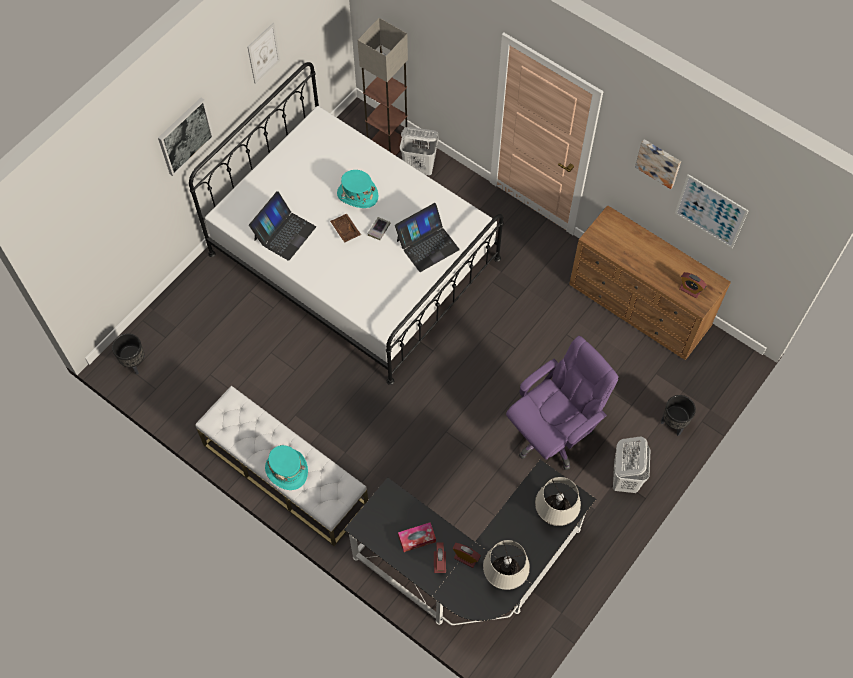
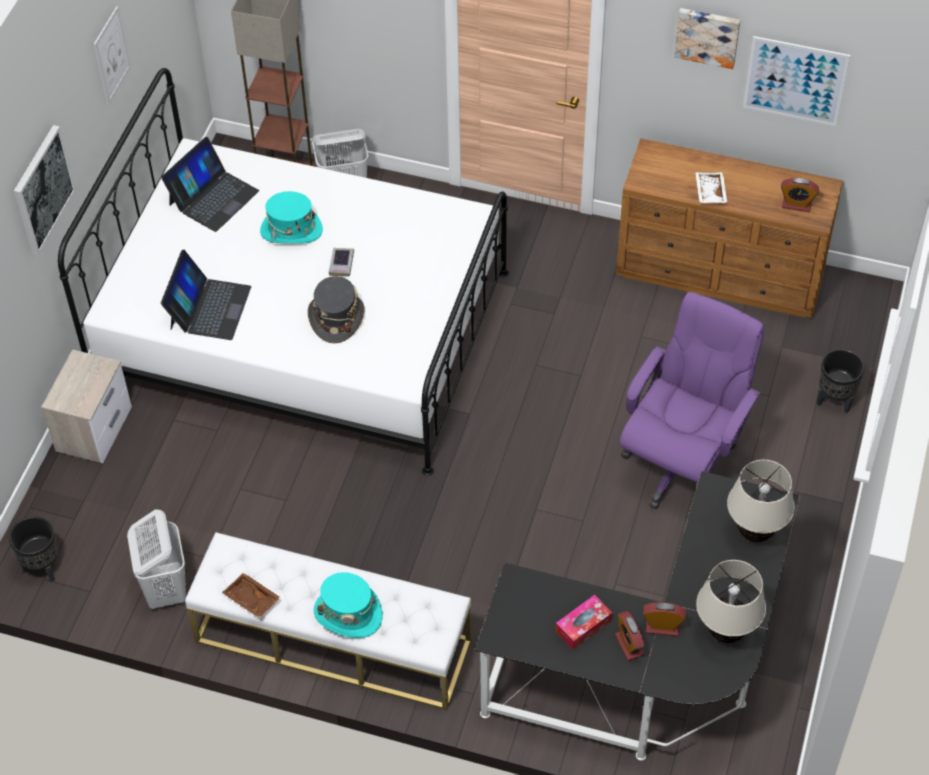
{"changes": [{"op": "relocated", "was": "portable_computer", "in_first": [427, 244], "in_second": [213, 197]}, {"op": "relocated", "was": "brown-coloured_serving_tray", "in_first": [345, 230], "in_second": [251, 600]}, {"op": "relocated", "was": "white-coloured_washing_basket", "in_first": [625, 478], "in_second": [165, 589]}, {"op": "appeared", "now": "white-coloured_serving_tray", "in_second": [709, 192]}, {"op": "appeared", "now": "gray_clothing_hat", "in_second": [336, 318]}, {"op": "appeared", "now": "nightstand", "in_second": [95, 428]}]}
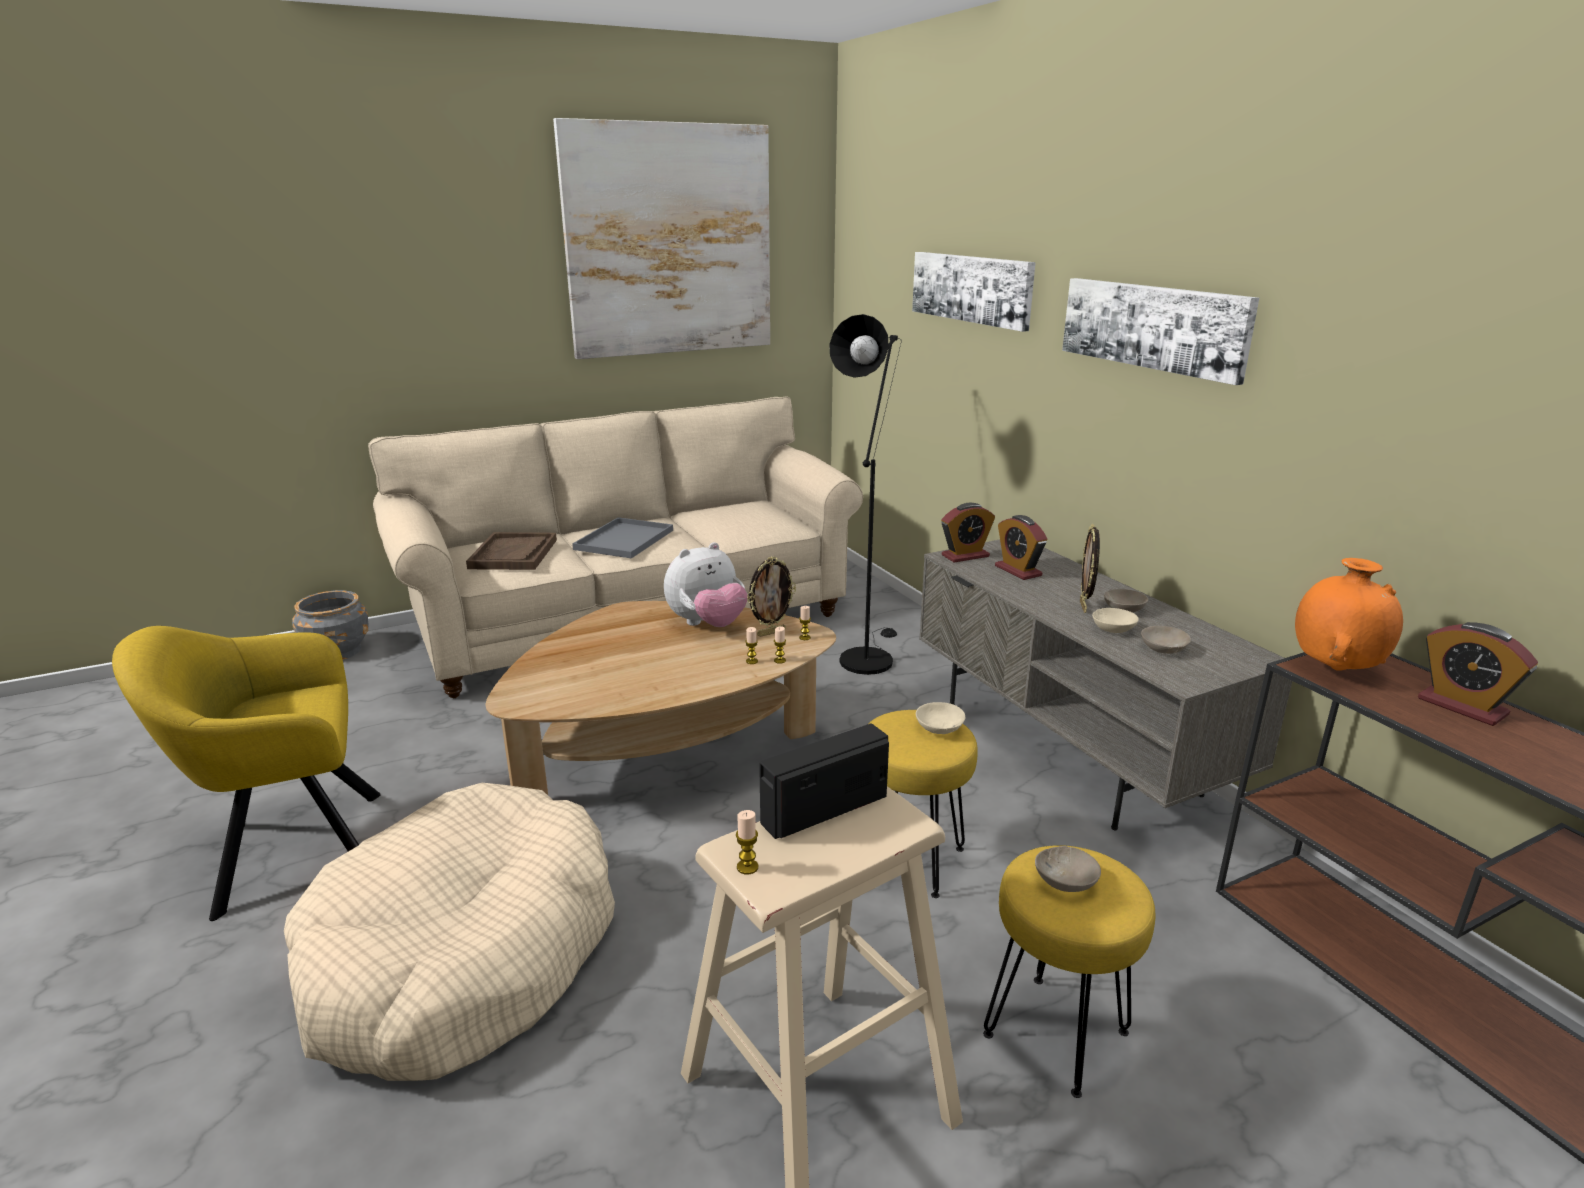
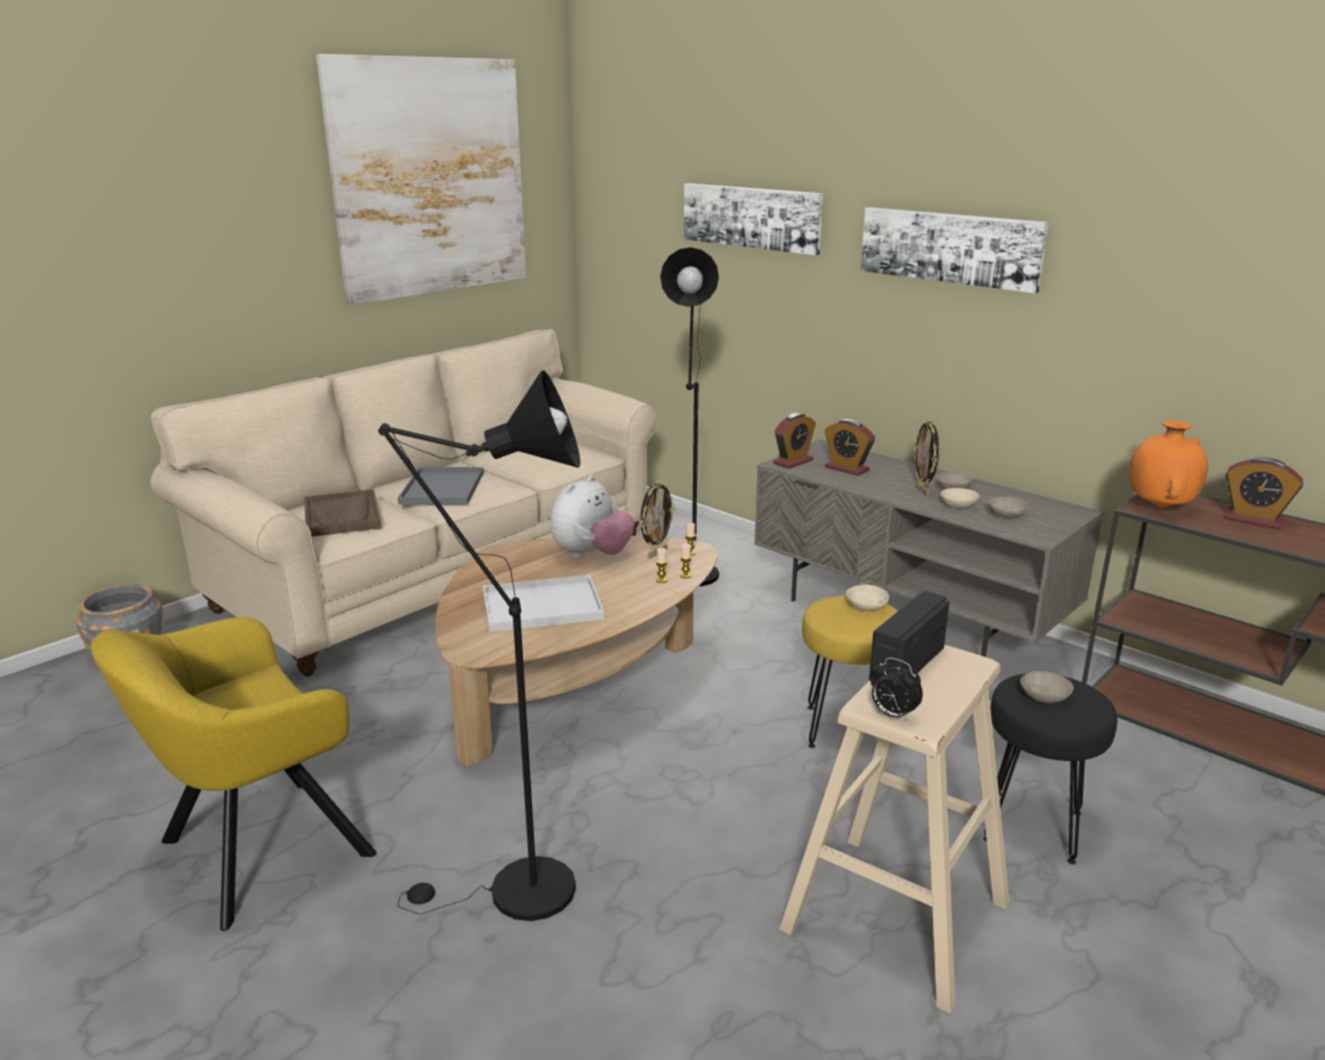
{"changes": [{"op": "exchanged", "was": "beige-coloured_dog_cushion", "now": "black_floor_lamp", "in_first": [464, 955], "in_second": [515, 893]}, {"op": "exchanged", "was": "wax_candle", "now": "bedside_clock", "in_first": [747, 867], "in_second": [893, 715]}, {"op": "colour", "was": "yellowish_sitting_stool", "now": "black_sitting_stool", "in_first": [1057, 1033], "in_second": [1034, 825]}, {"op": "appeared", "now": "white-coloured_serving_tray", "in_second": [544, 605]}]}
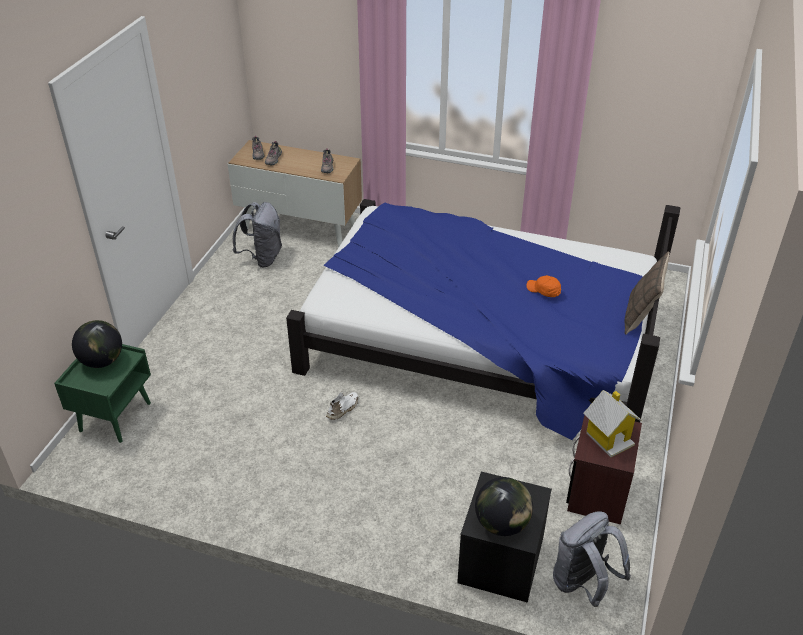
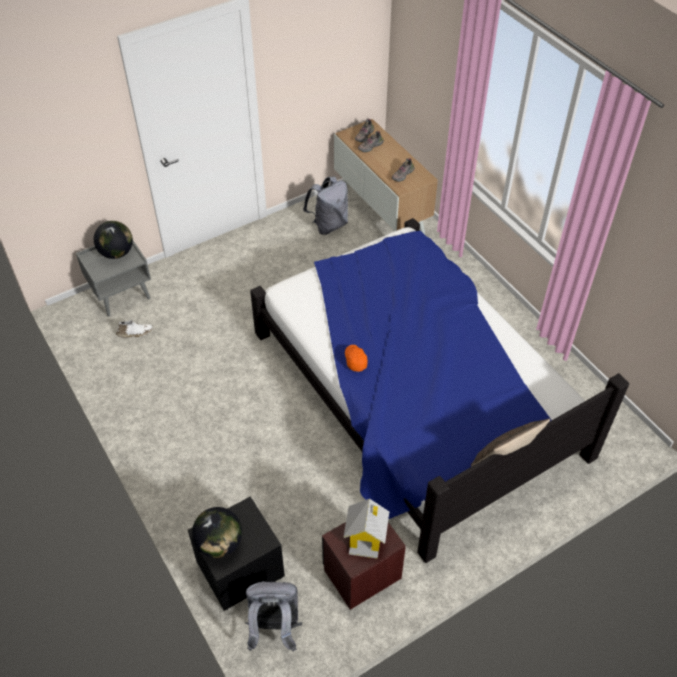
{"changes": [{"op": "relocated", "was": "orangey_baseball_cap", "in_first": [543, 291], "in_second": [355, 360]}, {"op": "colour", "was": "green_nightstand", "now": "gray_nightstand", "in_first": [115, 416], "in_second": [122, 295]}, {"op": "relocated", "was": "white-coloured_item_of_footwear", "in_first": [343, 409], "in_second": [135, 333]}]}
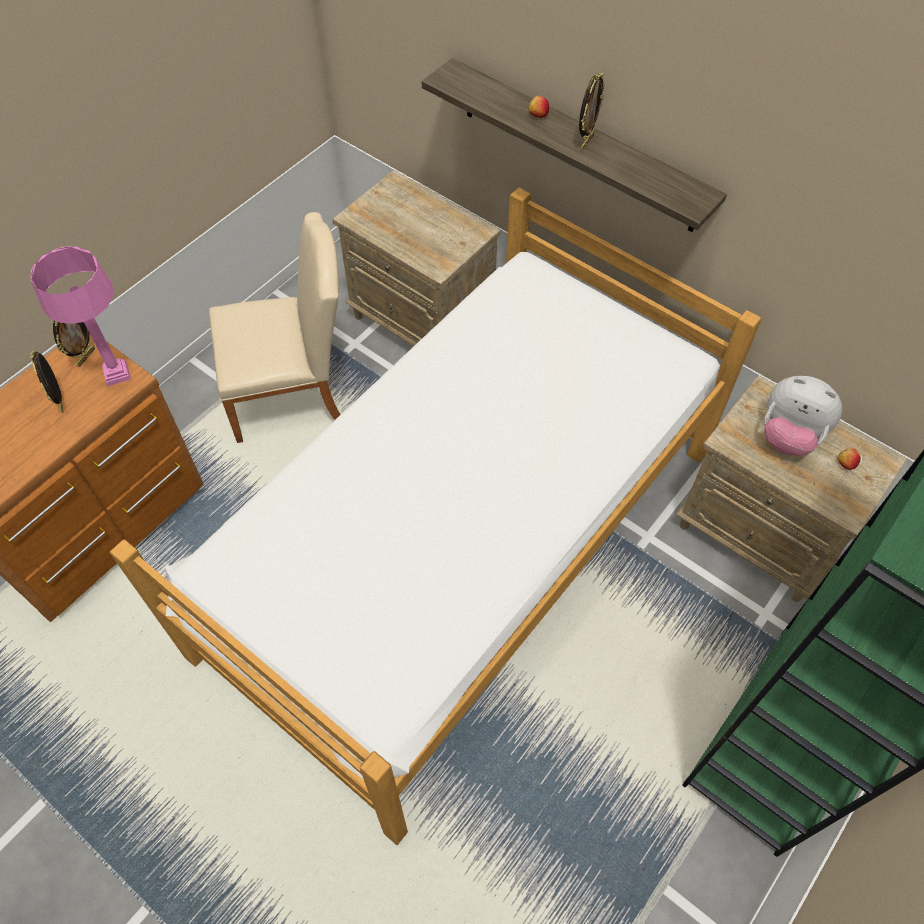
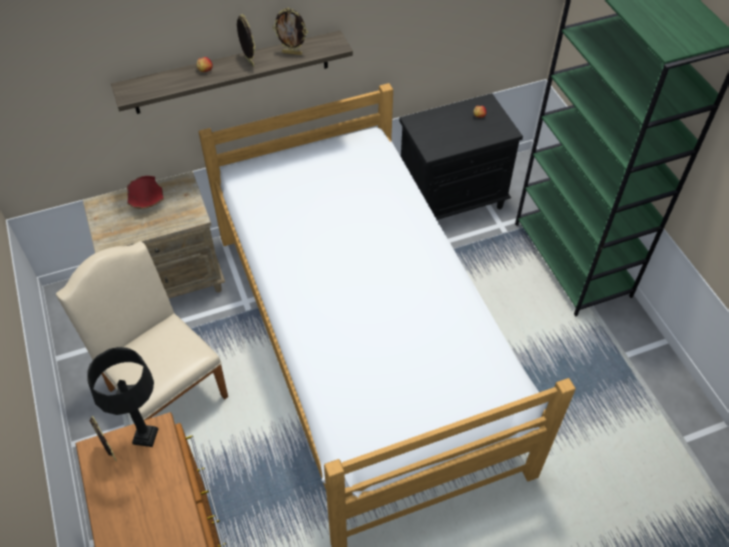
{"changes": [{"op": "spun", "was": "beige-coloured_upright_chair", "in_first": [294, 392], "in_second": [163, 387], "clockwise": -60}, {"op": "colour", "was": "pink_tabletop_lamp", "now": "black_tabletop_lamp", "in_first": [117, 374], "in_second": [145, 436]}, {"op": "relocated", "was": "standing_frame", "in_first": [62, 403], "in_second": [292, 53]}, {"op": "colour", "was": "beige-coloured_nightstand", "now": "black_nightstand", "in_first": [759, 534], "in_second": [452, 199]}, {"op": "missing", "was": "cuddly_toy", "in_first": [789, 436]}, {"op": "appeared", "now": "reddish_serving_bowl", "in_second": [146, 202]}]}
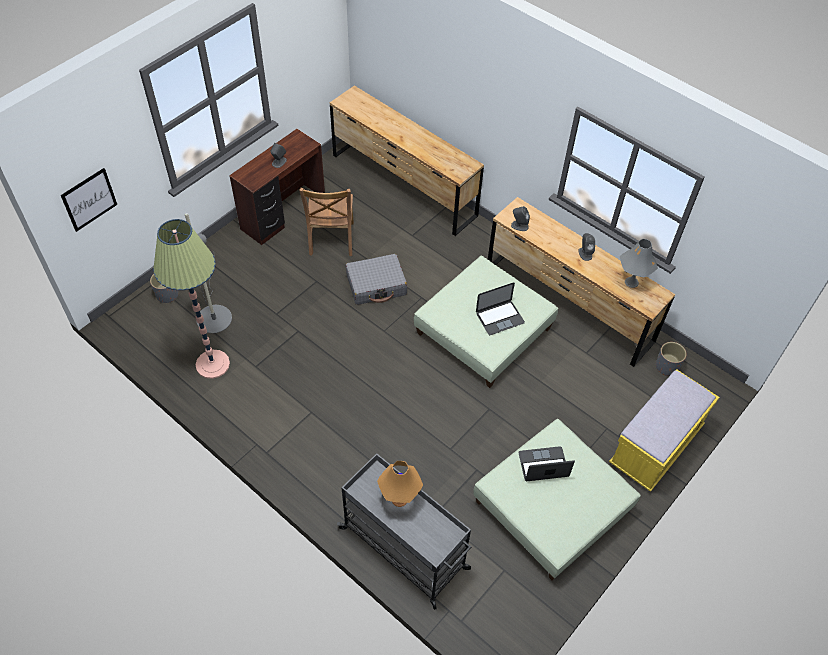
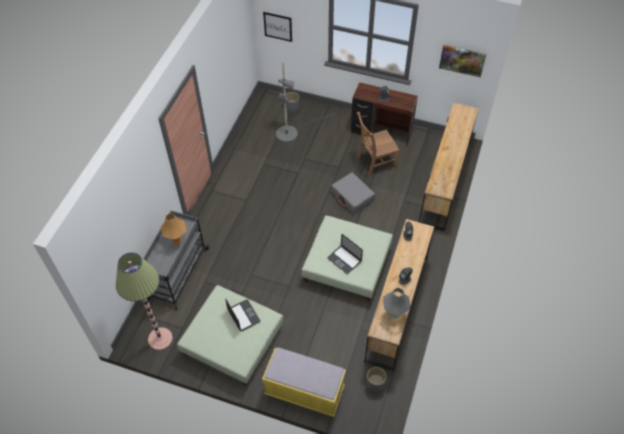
{"changes": [{"op": "relocated", "was": "floor_lamp", "in_first": [212, 364], "in_second": [160, 338]}, {"op": "appeared", "now": "wall_picture", "in_second": [462, 60]}]}
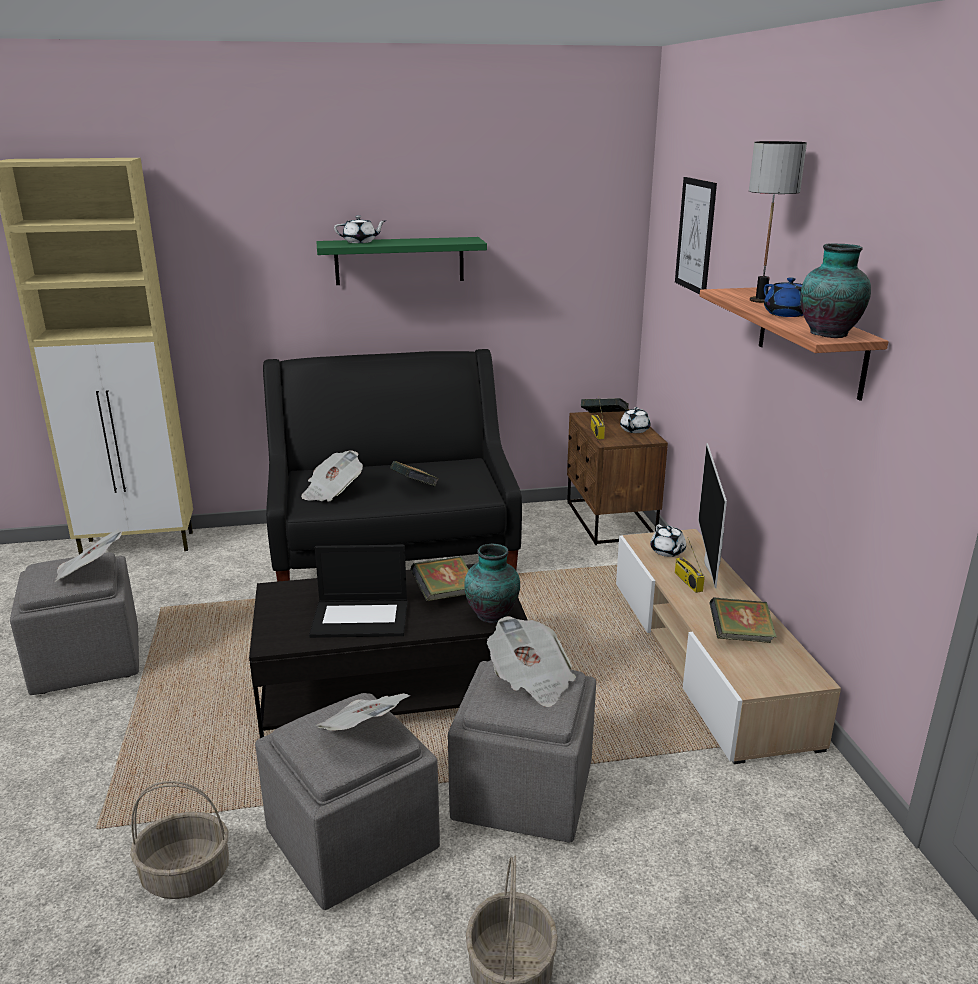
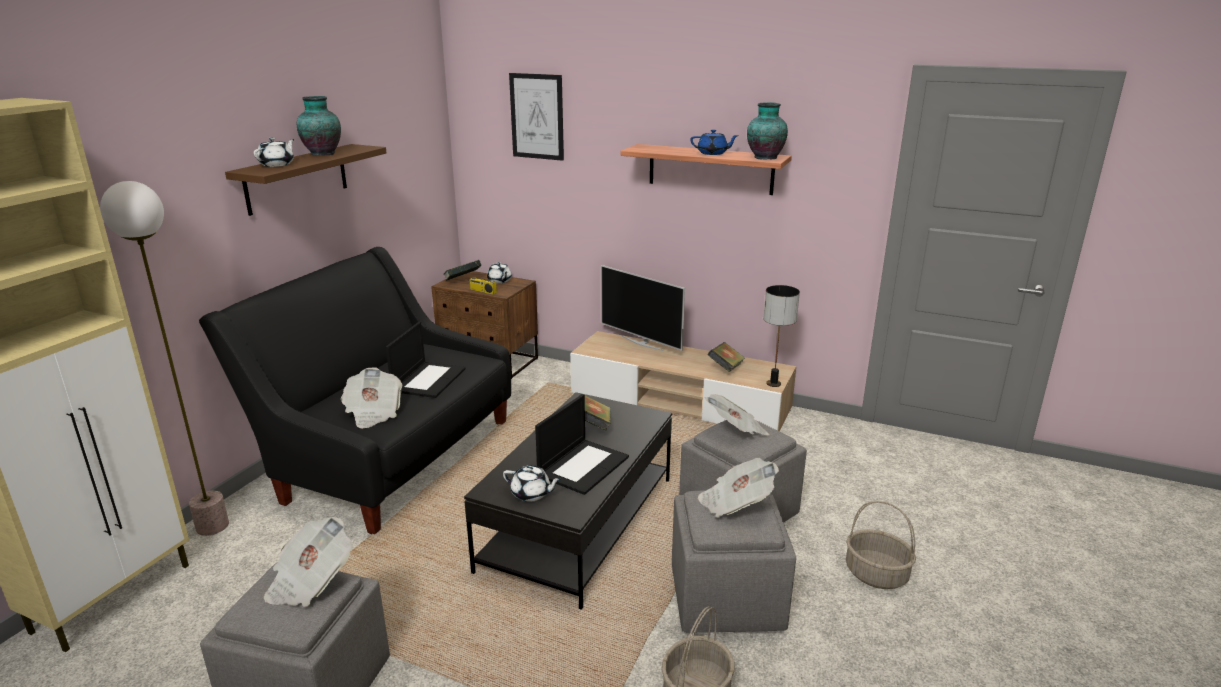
{"changes": [{"op": "relocated", "was": "tabletop_lamp", "in_first": [760, 300], "in_second": [773, 384]}, {"op": "colour", "was": "green_wall_shelf", "now": "brown-coloured_wall_shelf", "in_first": [399, 261], "in_second": [297, 178]}, {"op": "exchanged", "was": "bound_book", "now": "portable_computer", "in_first": [414, 488], "in_second": [429, 379]}, {"op": "relocated", "was": "white-coloured_pot_for_tea", "in_first": [667, 552], "in_second": [531, 494]}, {"op": "missing", "was": "radio_set", "in_first": [687, 581]}, {"op": "relocated", "was": "flower_vase", "in_first": [492, 614], "in_second": [322, 153]}, {"op": "appeared", "now": "floor_lamp", "in_second": [212, 526]}]}
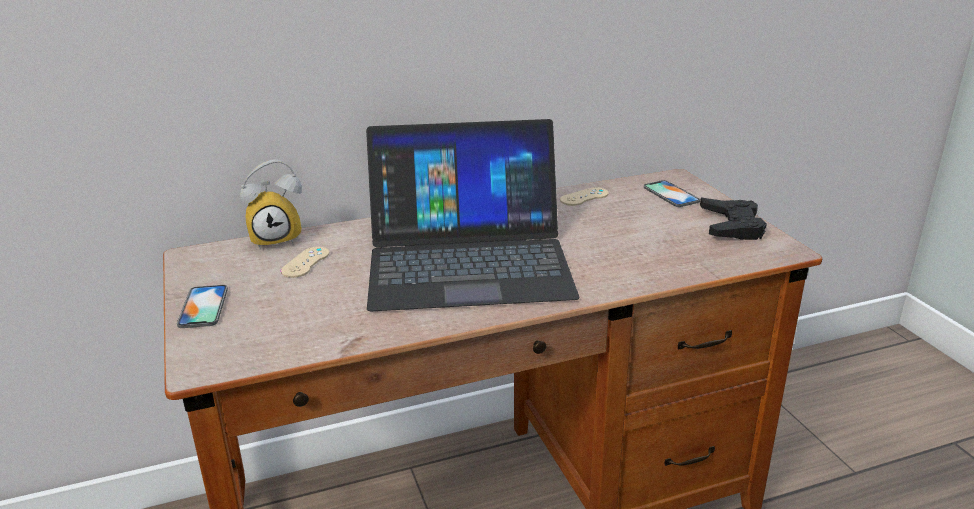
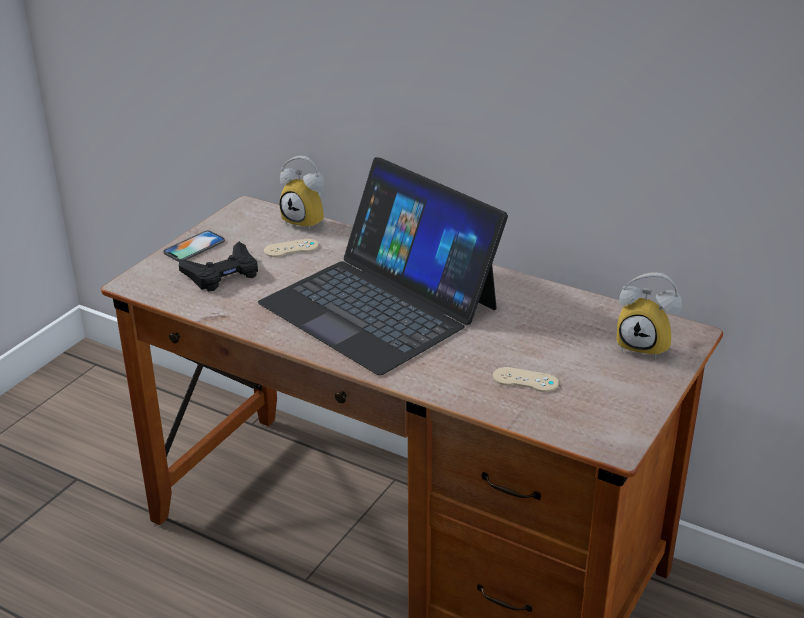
{"changes": [{"op": "exchanged", "was": "handset", "now": "bedside_clock", "in_first": [671, 194], "in_second": [646, 345]}, {"op": "relocated", "was": "beige-coloured_joypad", "in_first": [584, 197], "in_second": [525, 380]}, {"op": "relocated", "was": "black_joypad", "in_first": [731, 226], "in_second": [222, 274]}]}
